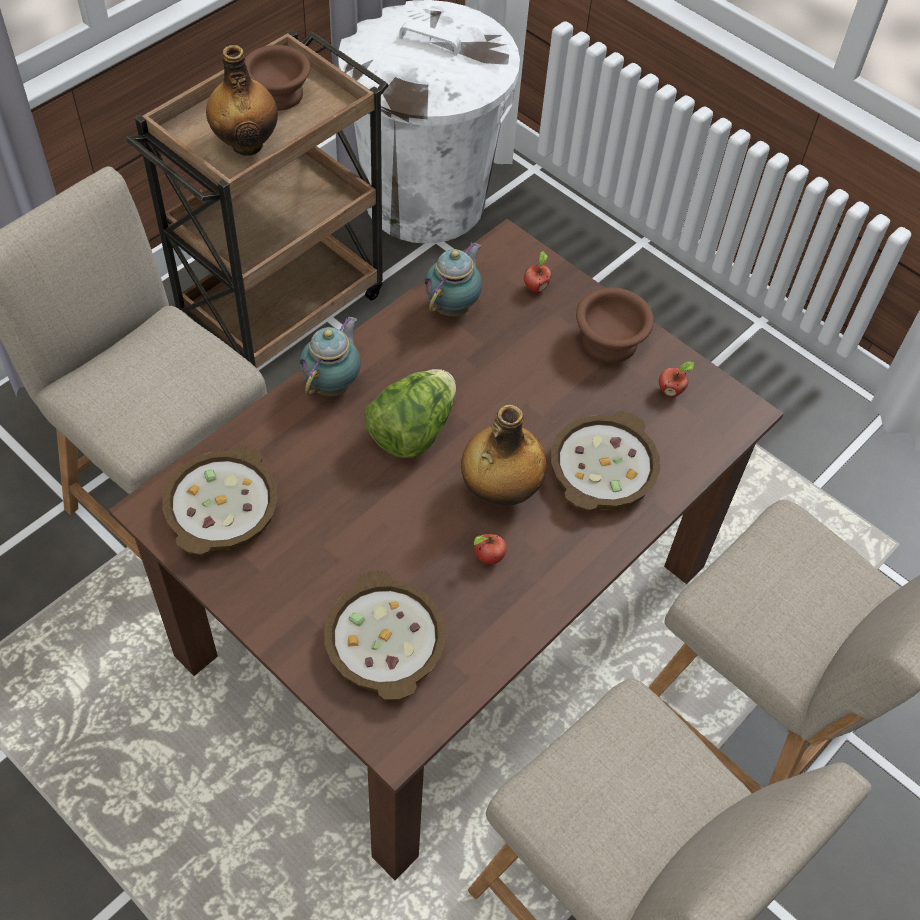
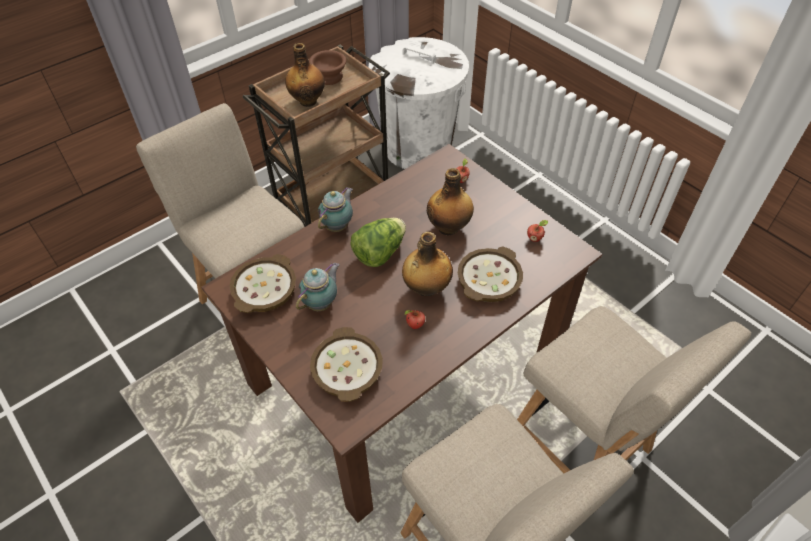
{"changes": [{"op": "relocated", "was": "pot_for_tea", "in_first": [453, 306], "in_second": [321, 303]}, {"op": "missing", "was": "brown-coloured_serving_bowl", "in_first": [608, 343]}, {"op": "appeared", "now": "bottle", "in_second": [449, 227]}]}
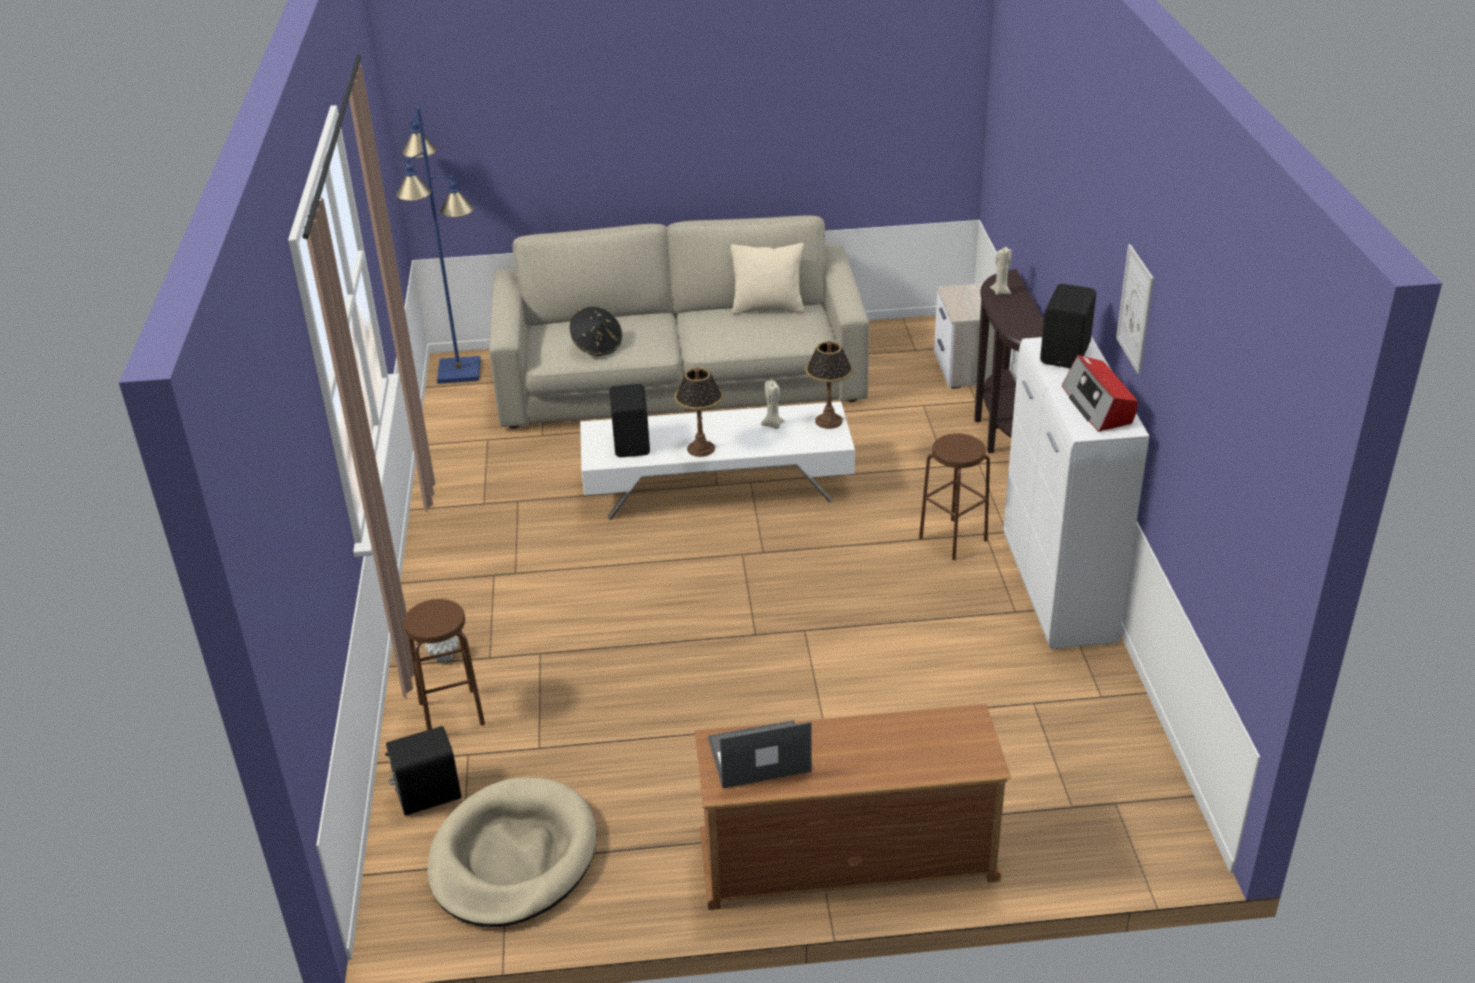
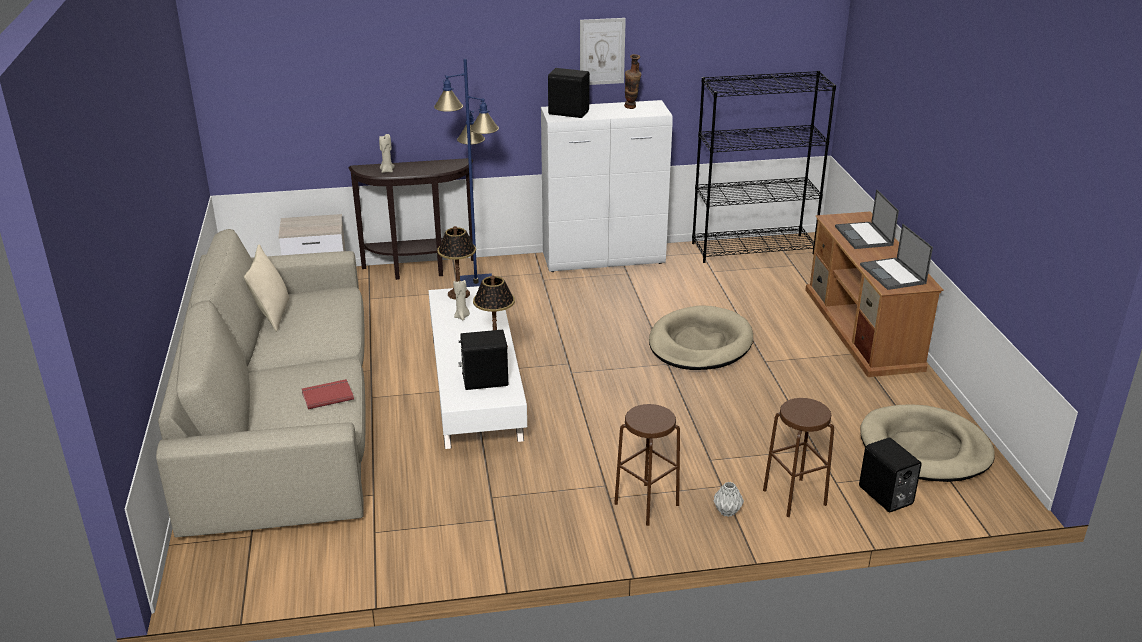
{"changes": [{"op": "relocated", "was": "blue_floor_lamp", "in_first": [460, 371], "in_second": [475, 285]}, {"op": "exchanged", "was": "black_clothing_hat", "now": "reddish_bound_book", "in_first": [597, 346], "in_second": [327, 395]}, {"op": "exchanged", "was": "radio_set", "now": "flower_vase", "in_first": [1098, 406], "in_second": [631, 108]}, {"op": "relocated", "was": "brown-coloured_sitting_stool", "in_first": [953, 539], "in_second": [646, 504]}, {"op": "appeared", "now": "black_shelving_unit", "in_second": [753, 248]}, {"op": "appeared", "now": "portable_computer", "in_second": [864, 236]}, {"op": "appeared", "now": "beige-coloured_dog_cushion", "in_second": [700, 343]}]}
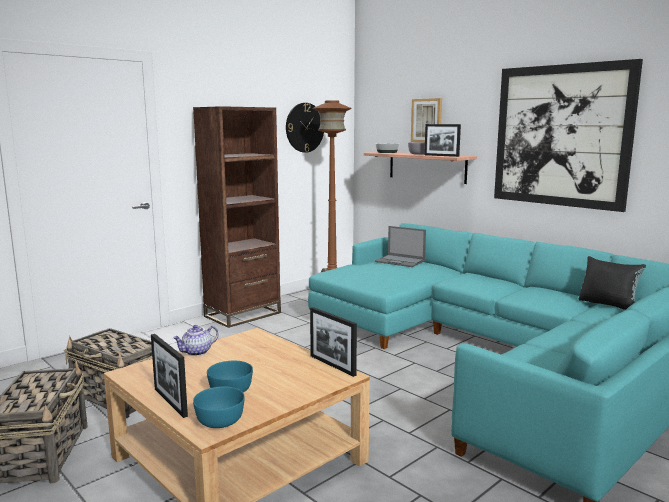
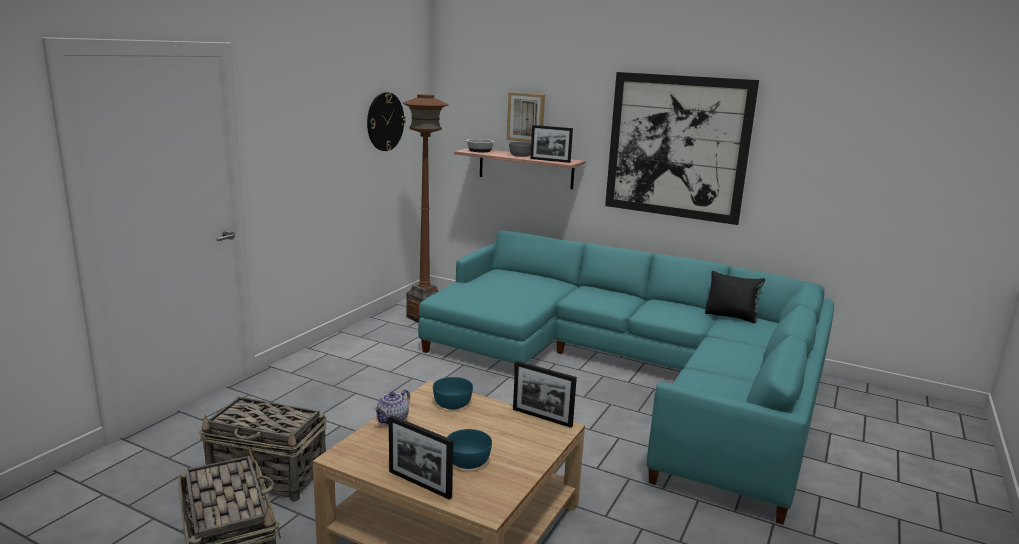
{"changes": [{"op": "missing", "was": "brown-coloured_shelving_unit", "in_first": [243, 314]}, {"op": "missing", "was": "portable_computer", "in_first": [400, 261]}, {"op": "relocated", "was": "turquoise-coloured_serving_bowl", "in_first": [219, 420], "in_second": [451, 403]}]}
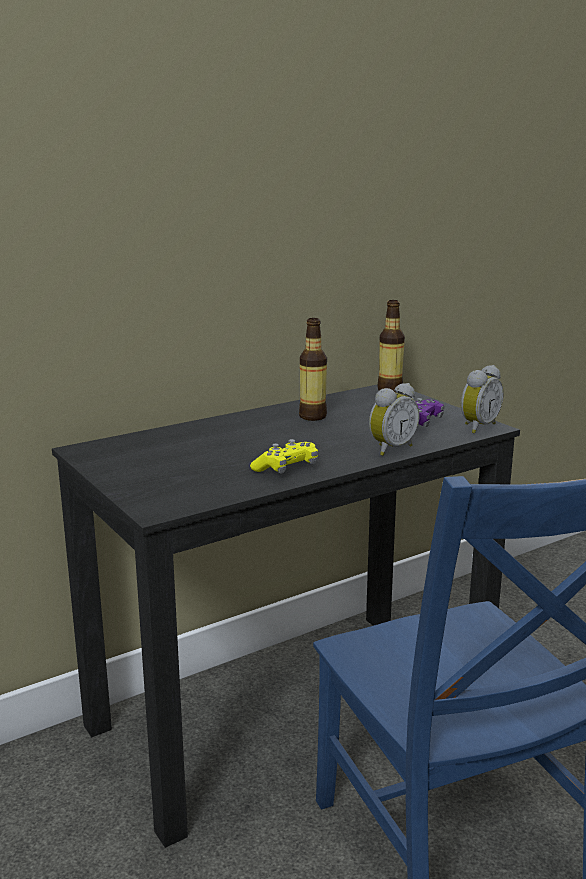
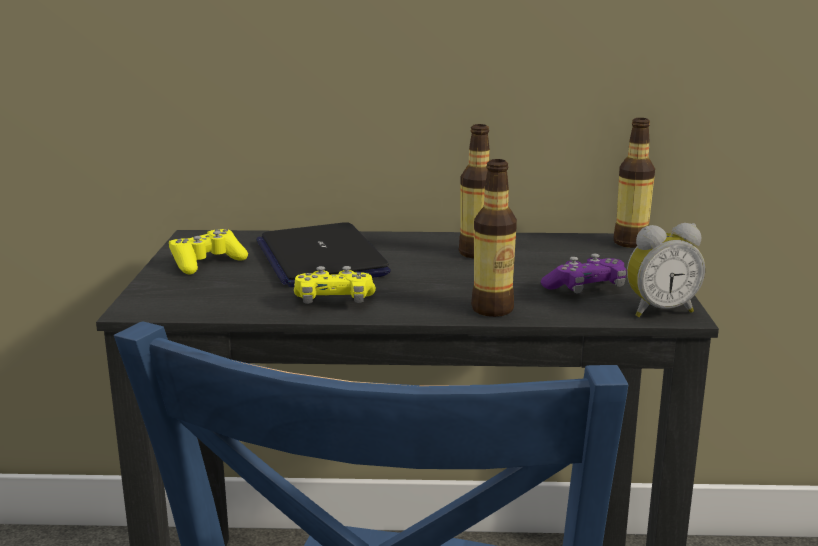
{"changes": [{"op": "exchanged", "was": "bedside_clock", "now": "bottle", "in_first": [390, 449], "in_second": [492, 309]}, {"op": "appeared", "now": "portable_computer", "in_second": [320, 258]}, {"op": "appeared", "now": "yellowish_joypad", "in_second": [206, 263]}]}
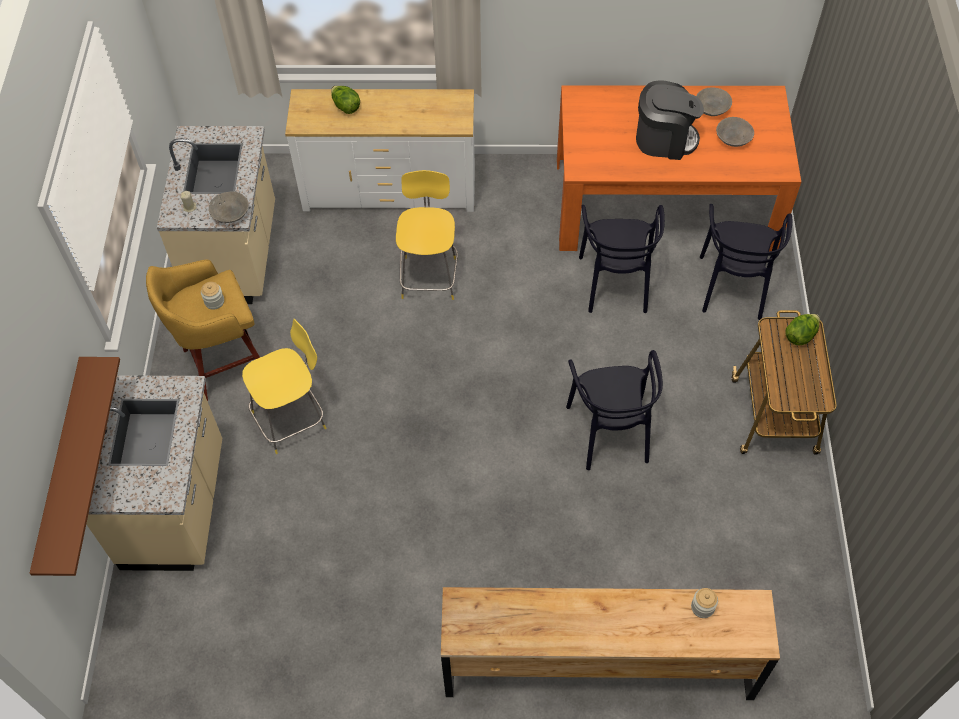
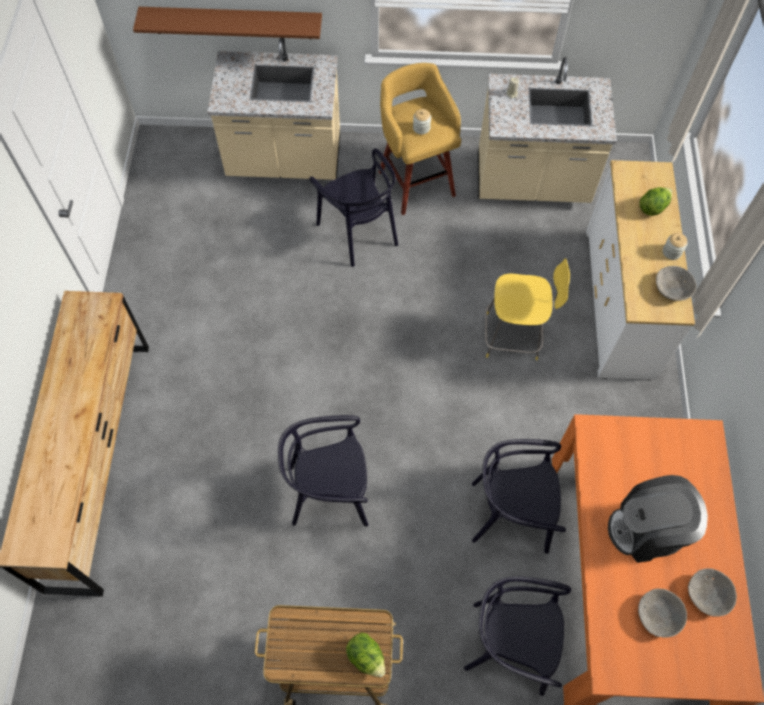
{"changes": [{"op": "spun", "was": "coffee_brewer", "in_first": [664, 139], "in_second": [647, 530], "clockwise": 75}, {"op": "relocated", "was": "gray_serving_bowl", "in_first": [231, 213], "in_second": [672, 289]}, {"op": "exchanged", "was": "yellowish_sitting_stool", "now": "black_upright_chair", "in_first": [291, 419], "in_second": [359, 232]}, {"op": "relocated", "was": "storage_jar", "in_first": [702, 607], "in_second": [671, 252]}]}
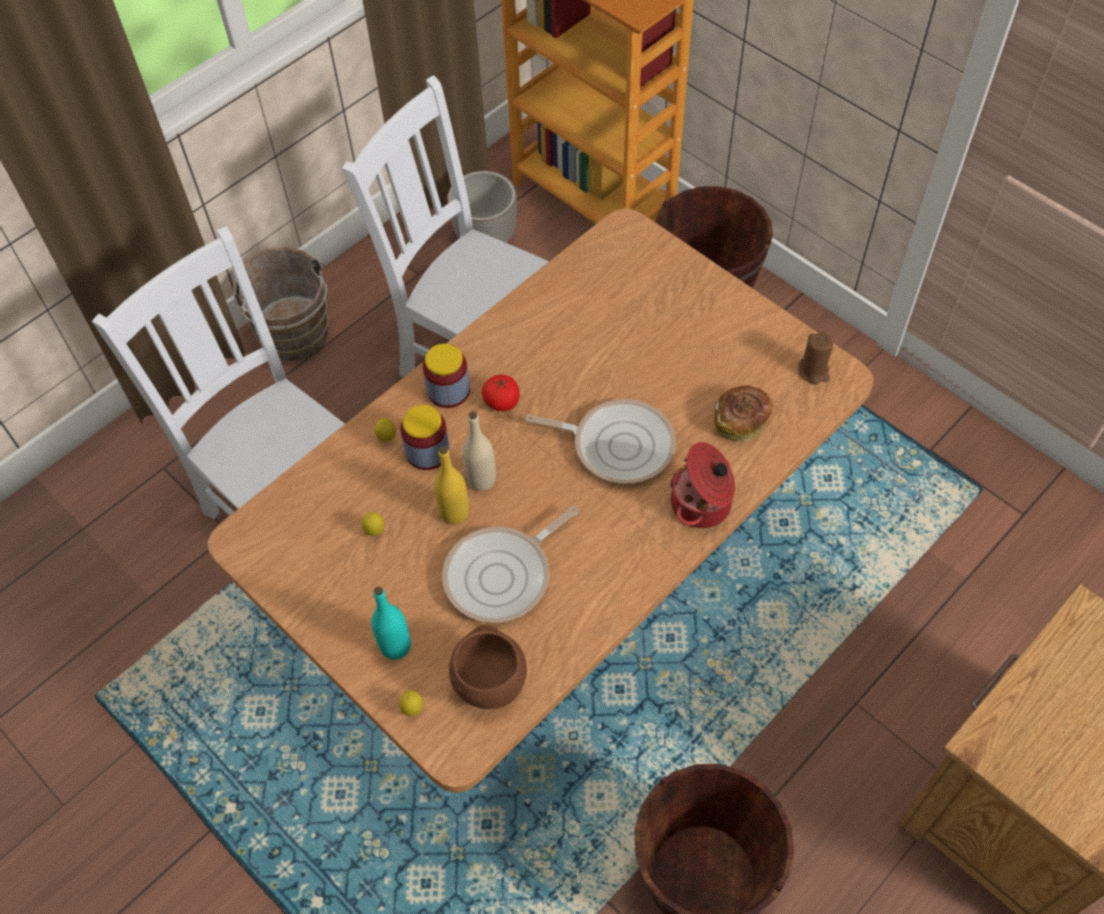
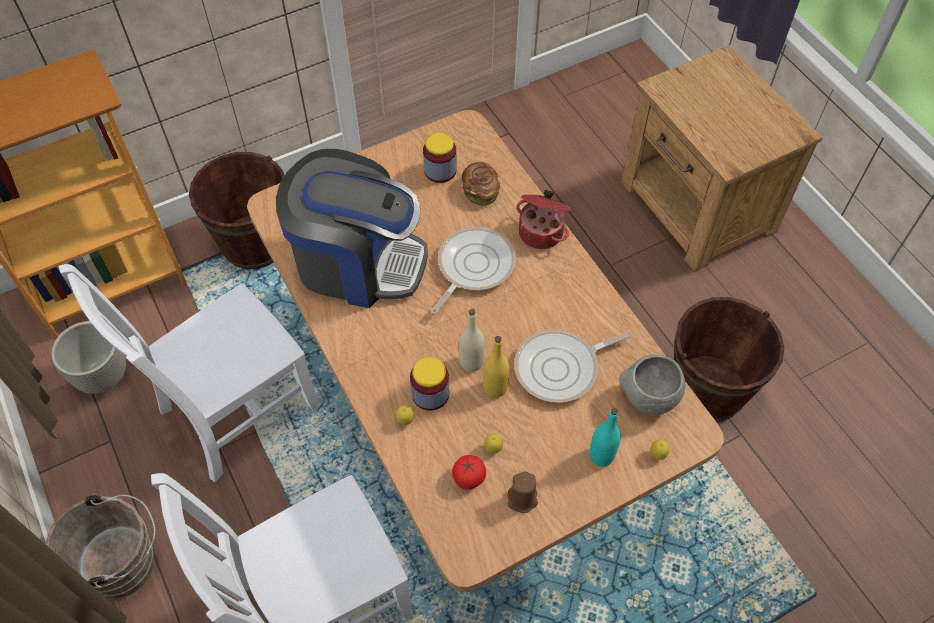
{"changes": [{"op": "relocated", "was": "brown-coloured_wax_candle", "in_first": [813, 371], "in_second": [522, 499]}, {"op": "relocated", "was": "storage_jar", "in_first": [448, 390], "in_second": [440, 170]}, {"op": "relocated", "was": "fresh_tomato", "in_first": [502, 402], "in_second": [468, 477]}, {"op": "spun", "was": "skillet", "in_first": [503, 575], "in_second": [561, 368], "clockwise": 90}, {"op": "colour", "was": "brown-coloured_serving_bowl", "now": "gray_serving_bowl", "in_first": [490, 683], "in_second": [648, 398]}, {"op": "appeared", "now": "coffee_brewer", "in_second": [357, 262]}]}
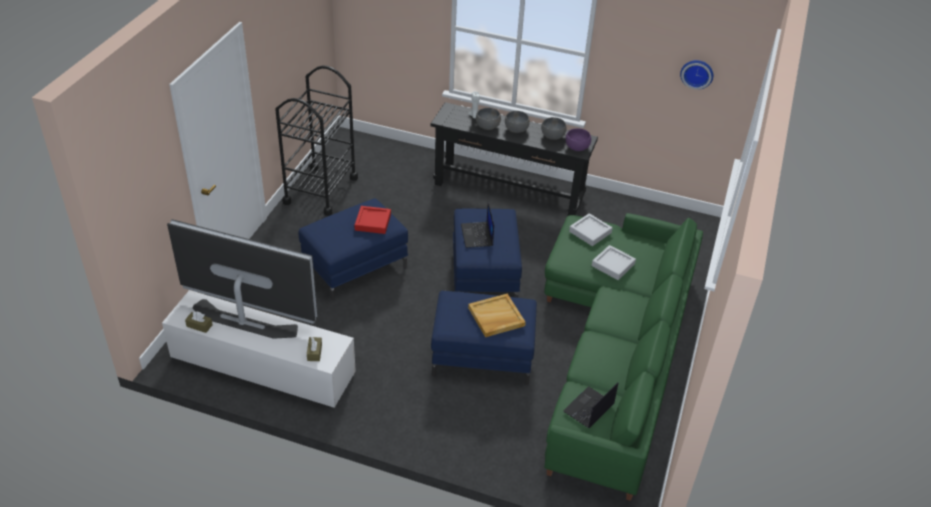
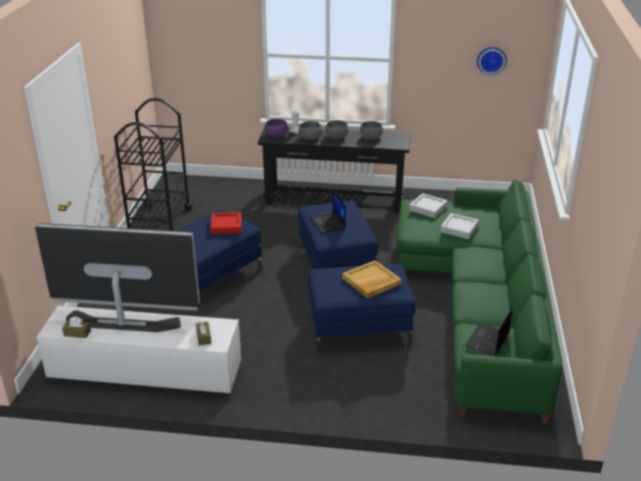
{"changes": [{"op": "relocated", "was": "purplish_serving_bowl", "in_first": [577, 147], "in_second": [276, 135]}]}
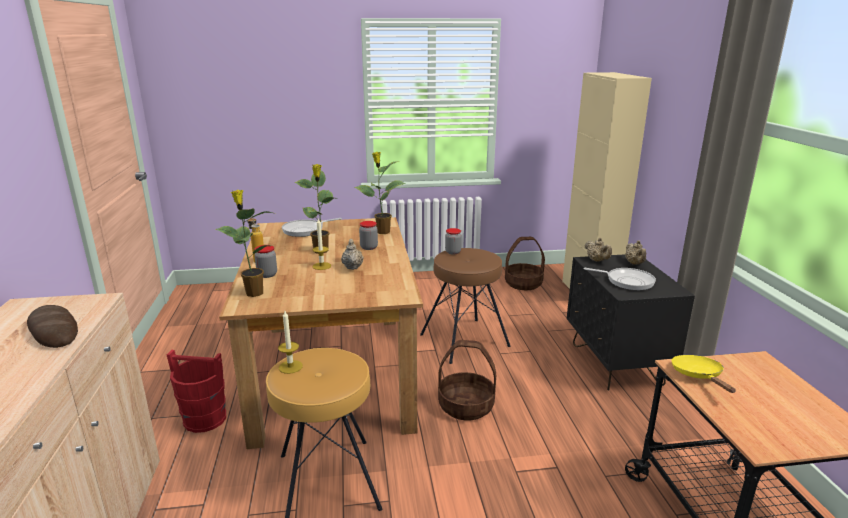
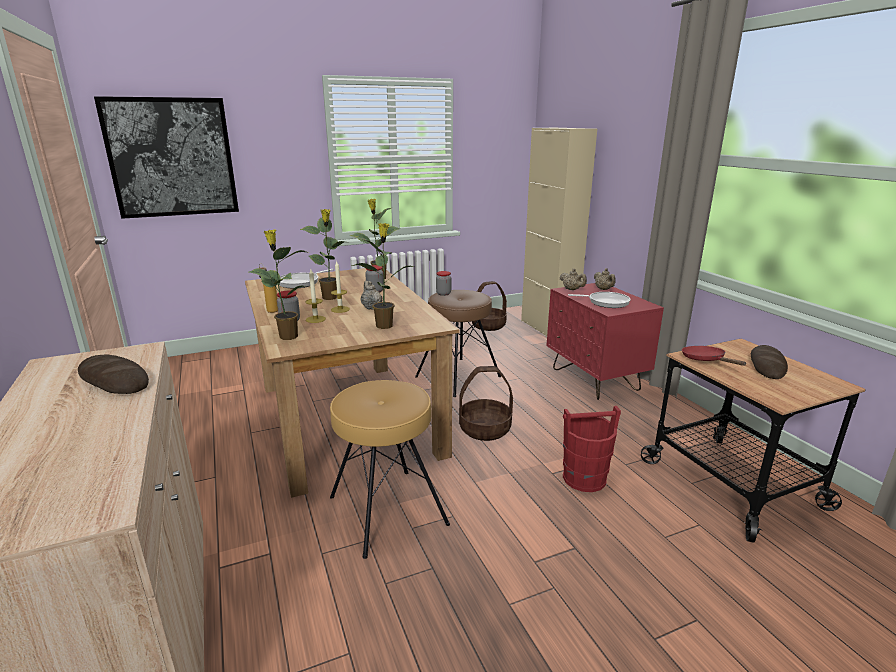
{"changes": [{"op": "colour", "was": "black_nightstand", "now": "reddish_nightstand", "in_first": [616, 365], "in_second": [595, 380]}, {"op": "relocated", "was": "wax_candle", "in_first": [290, 367], "in_second": [315, 319]}, {"op": "relocated", "was": "reddish_water_bucket", "in_first": [205, 419], "in_second": [585, 478]}, {"op": "colour", "was": "yellowish_skillet", "now": "reddish_skillet", "in_first": [698, 376], "in_second": [705, 360]}, {"op": "appeared", "now": "wall_picture", "in_second": [172, 158]}, {"op": "appeared", "now": "houseplant", "in_second": [385, 325]}, {"op": "appeared", "now": "bakery_bread", "in_second": [767, 366]}]}
